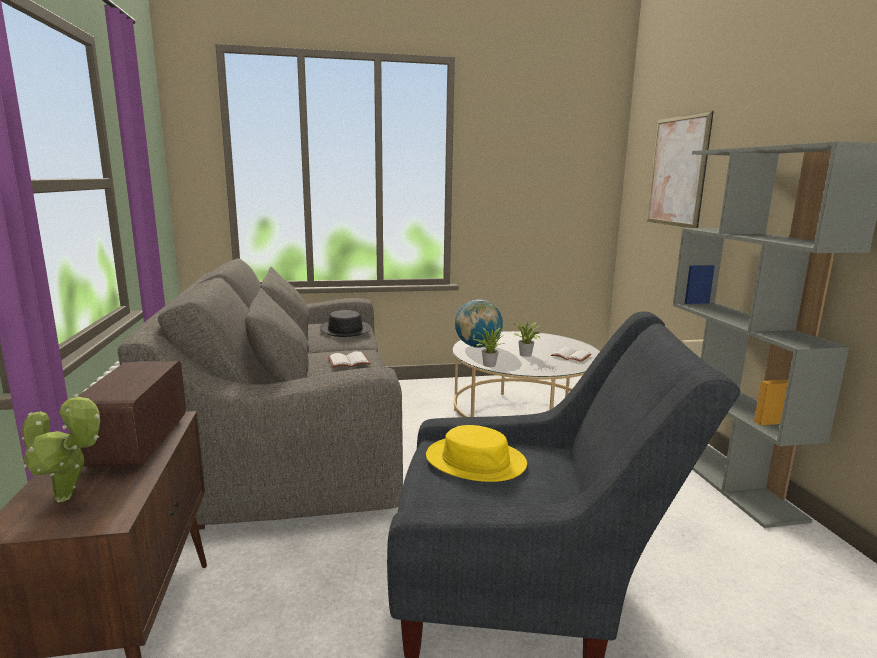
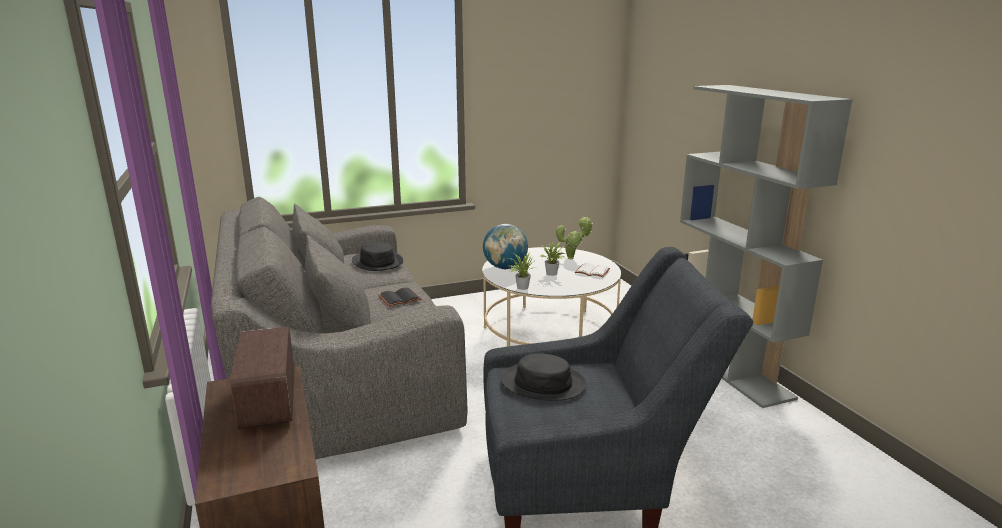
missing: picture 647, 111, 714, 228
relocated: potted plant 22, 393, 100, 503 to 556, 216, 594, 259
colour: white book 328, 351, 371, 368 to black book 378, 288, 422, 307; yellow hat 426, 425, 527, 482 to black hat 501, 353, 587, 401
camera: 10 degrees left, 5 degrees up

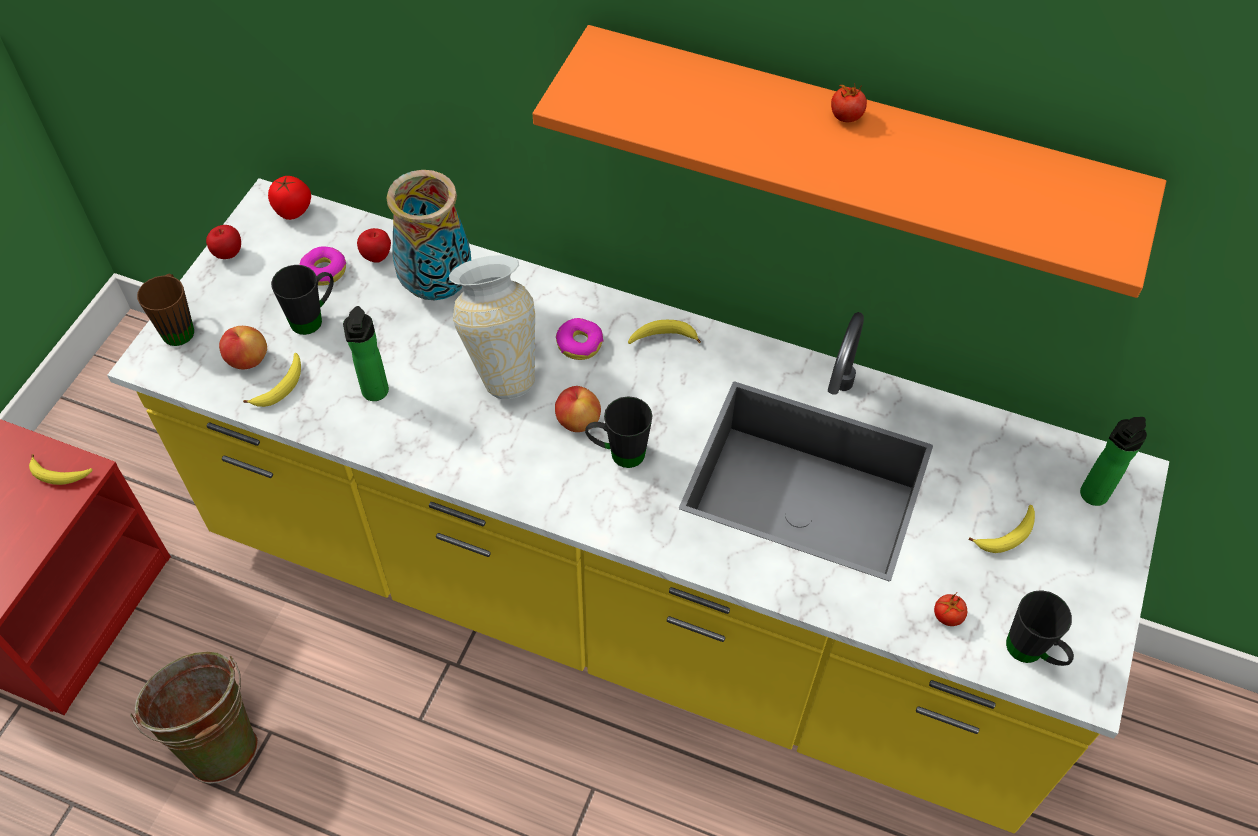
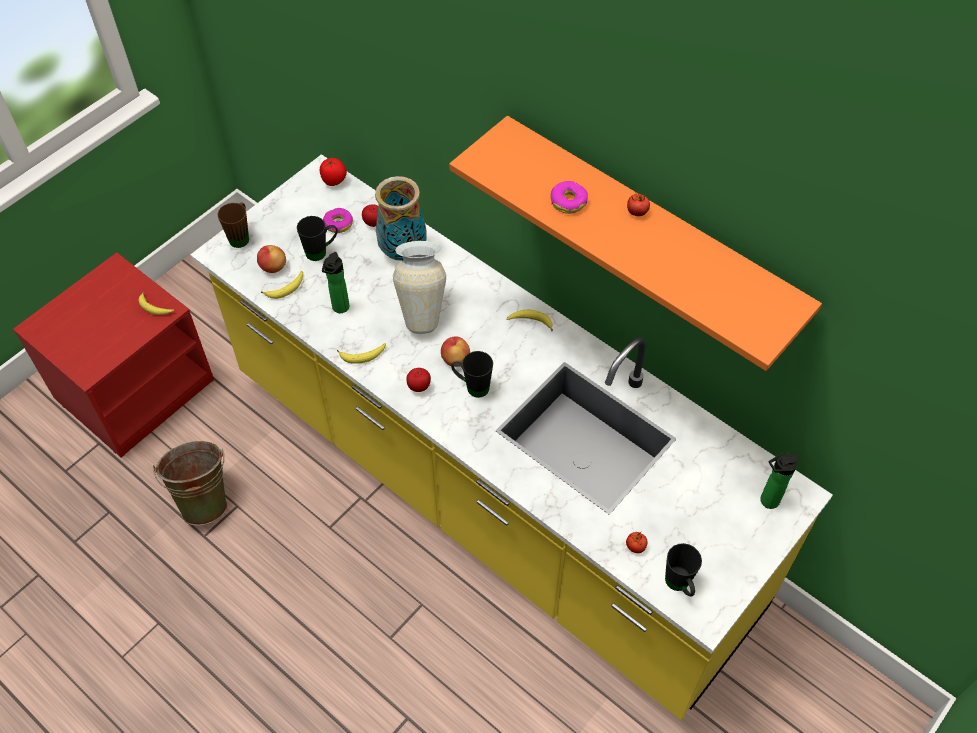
relocated: apple 206, 225, 241, 259 to 406, 368, 431, 392; donut 556, 318, 603, 360 to 550, 181, 588, 214; banana 969, 505, 1035, 553 to 337, 343, 386, 364
camera: 20 degrees right, 0 degrees up

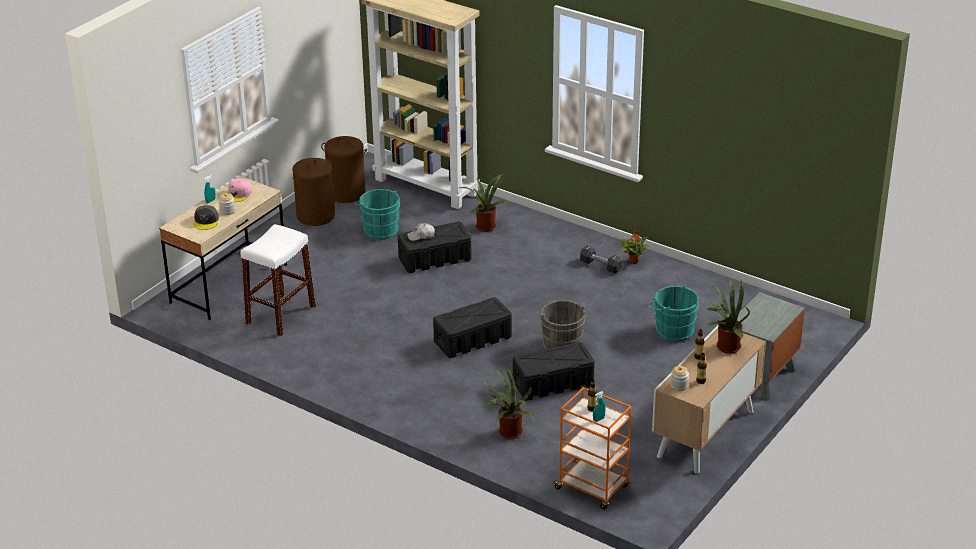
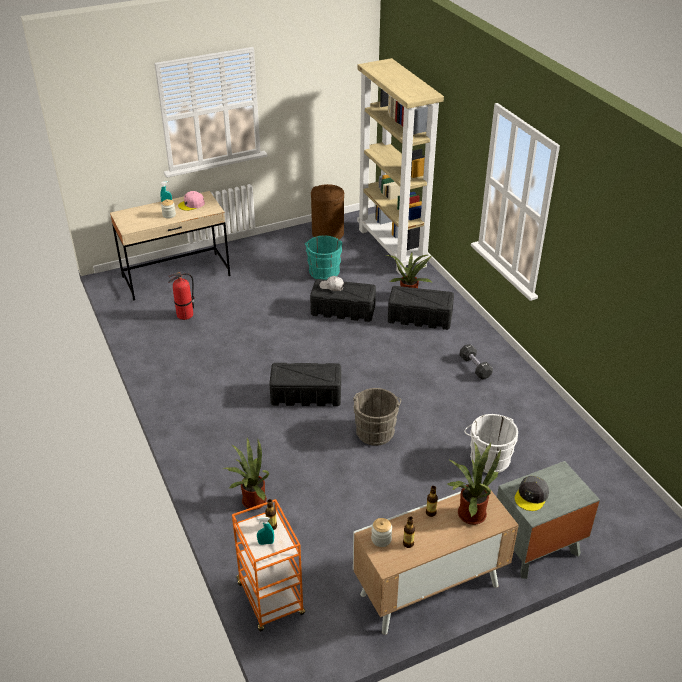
missing: brown laundry basket 292, 158, 335, 226; potted plant 621, 230, 649, 263
relocated: grey cap 194, 205, 219, 230 to 515, 476, 549, 511; black storage box 513, 342, 595, 401 to 388, 286, 454, 330
exchanged: white stool 240, 224, 316, 336 to fire extinguisher 168, 272, 195, 320
colour: turquoise bucket 649, 285, 699, 342 to white bucket 464, 414, 518, 473
camera: 30 degrees right, 5 degrees up

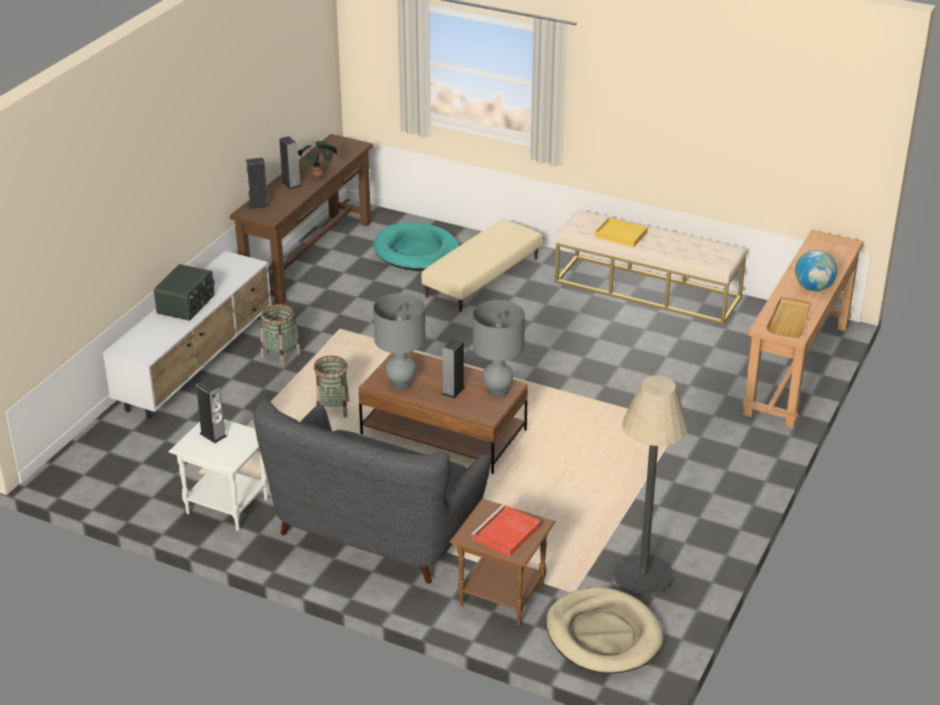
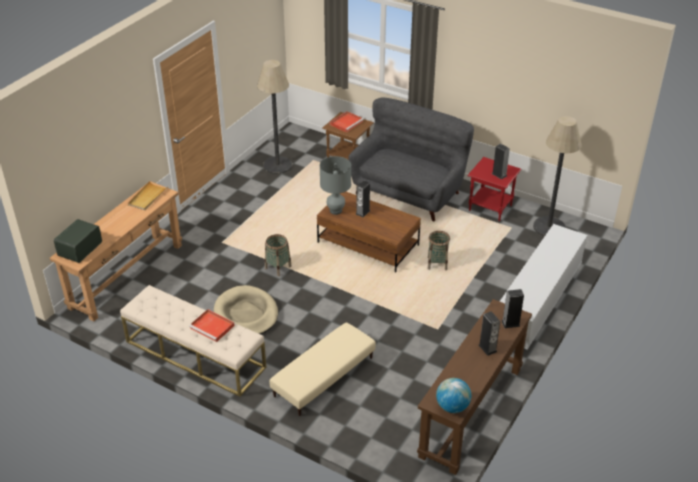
missing: potted plant 298, 141, 337, 179; grey table lamp 373, 293, 426, 390; turquoise dog bed 374, 223, 460, 271
appeared: floor lamp 533, 116, 582, 236
relocated: radio 154, 264, 215, 321 to 54, 219, 102, 263; basket 261, 304, 301, 366 to 265, 234, 292, 276; beige dog bed 546, 587, 663, 674 to 214, 285, 278, 334; globe 795, 250, 837, 291 to 436, 378, 471, 413
colour: white side table 169, 419, 268, 531 to red side table 467, 157, 522, 221; yellow tray 595, 217, 648, 247 to red tray 189, 309, 235, 342
camera: 175 degrees left, 5 degrees up

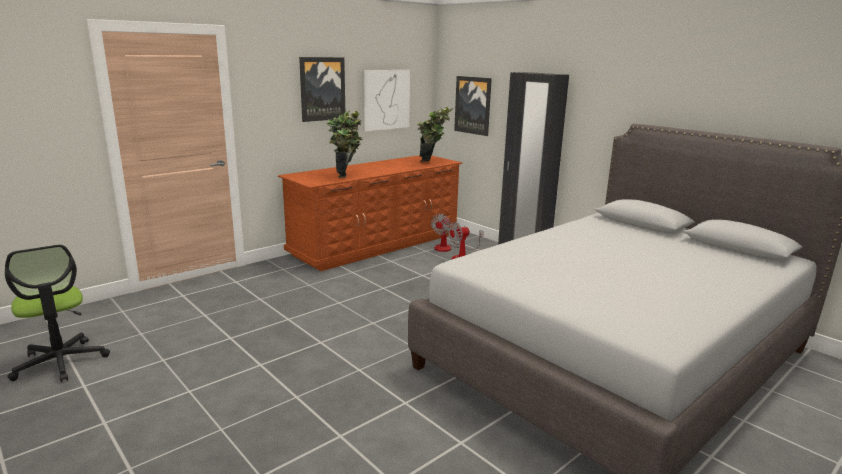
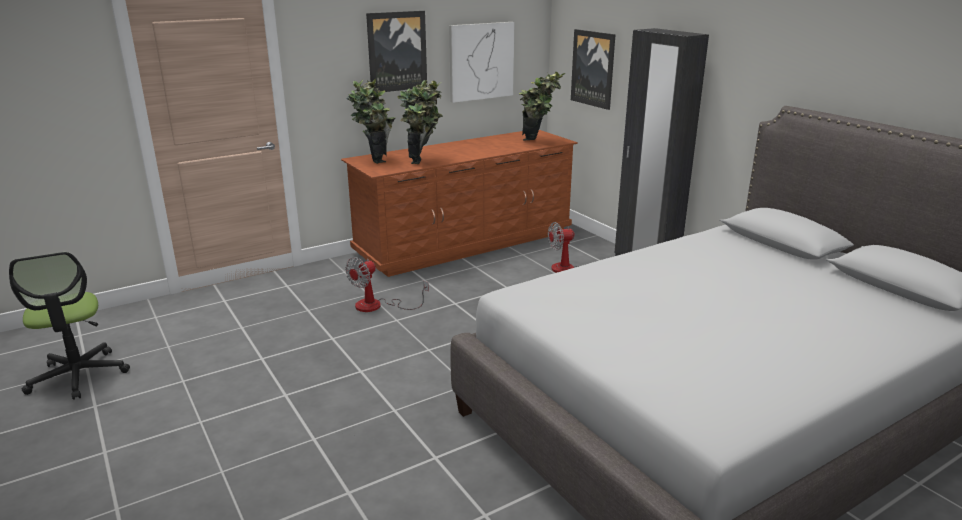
appeared: potted plant 346, 79, 395, 164
relocated: fan 431, 214, 484, 252 to 345, 257, 429, 312
camera: 10 degrees right, 5 degrees up

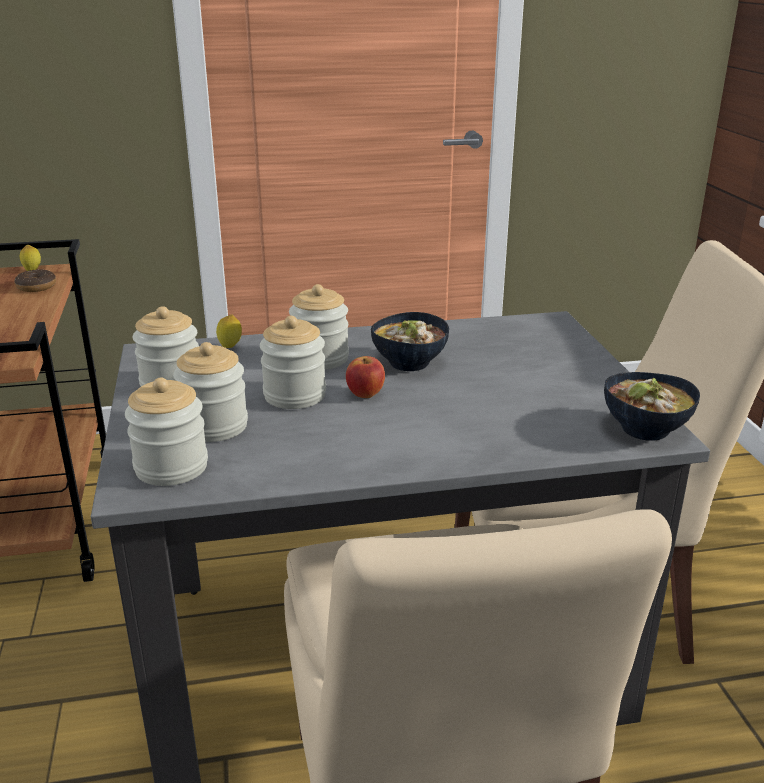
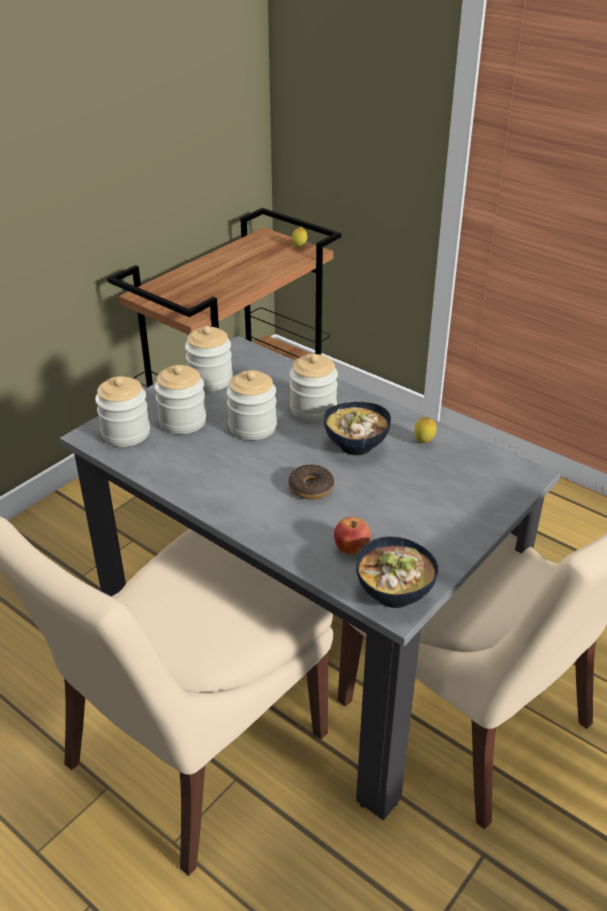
relocated: donut 14, 269, 56, 292 to 288, 465, 334, 500; lemon 216, 314, 242, 348 to 414, 417, 437, 443; apple 346, 356, 385, 398 to 334, 517, 371, 555
camera: 50 degrees right, 10 degrees up

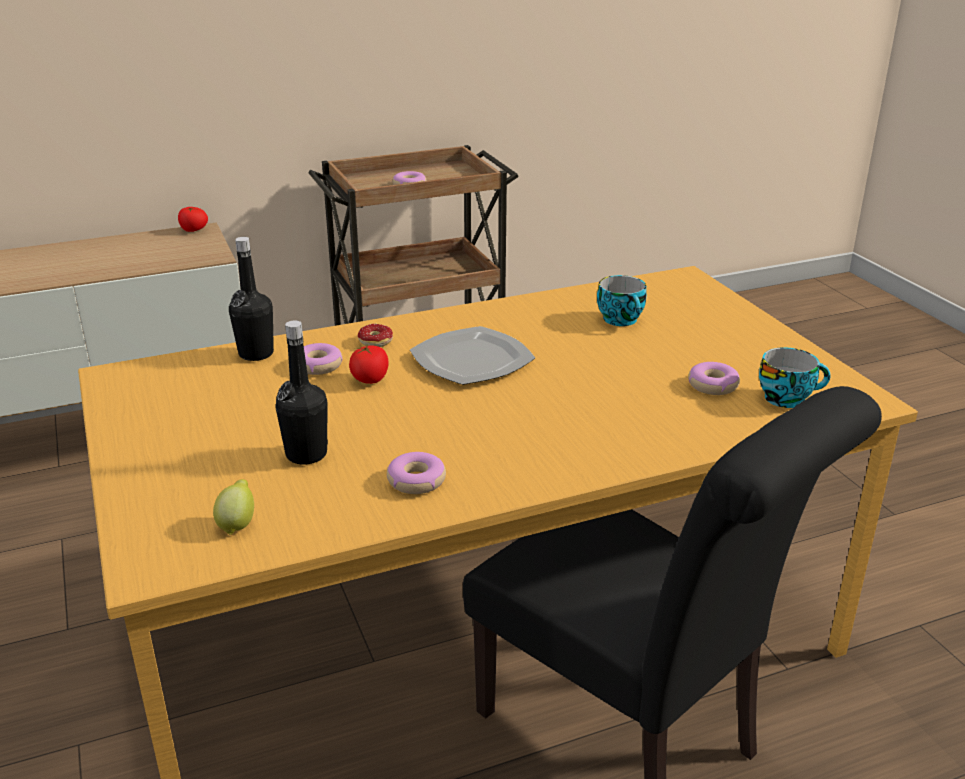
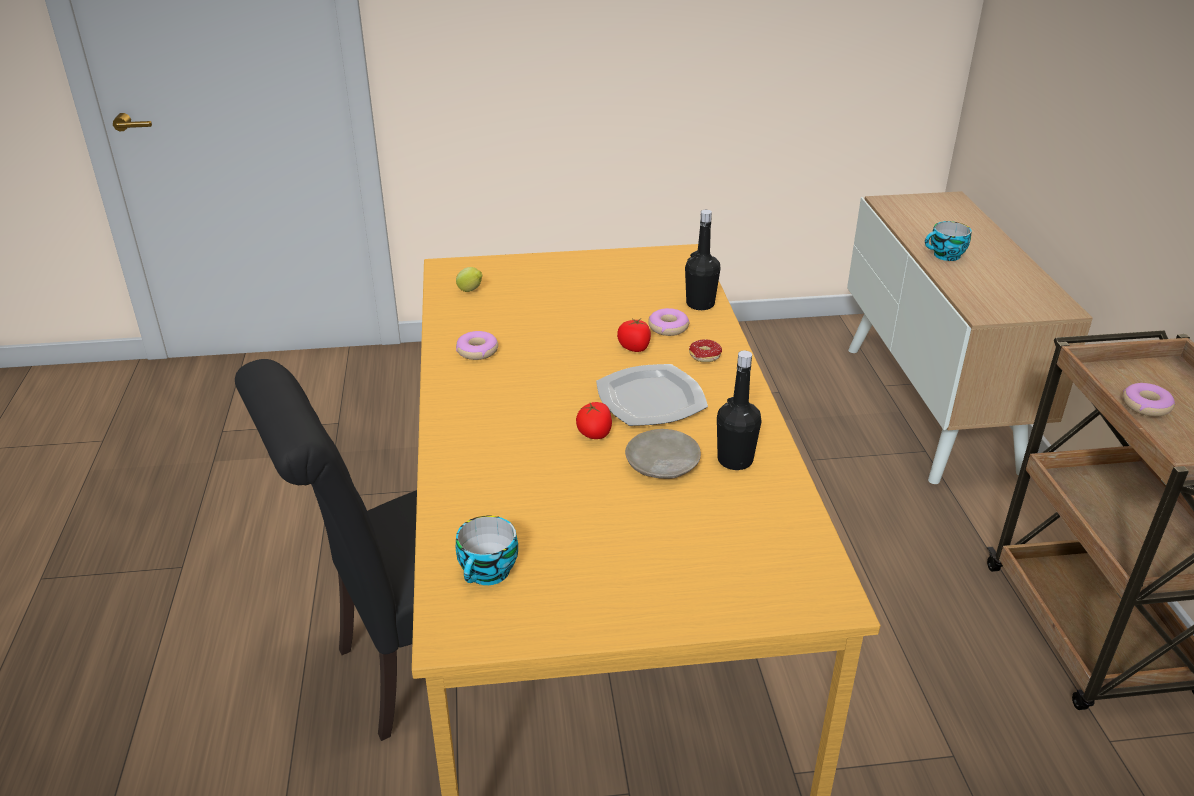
missing: donut 688, 362, 740, 395
appeared: beige plate 625, 429, 701, 479
relocated: tomato 178, 207, 208, 232 to 576, 402, 612, 439; black bottle 275, 320, 328, 465 to 717, 351, 762, 470; cup 597, 275, 647, 326 to 925, 221, 972, 261
camera: 105 degrees right, 5 degrees up

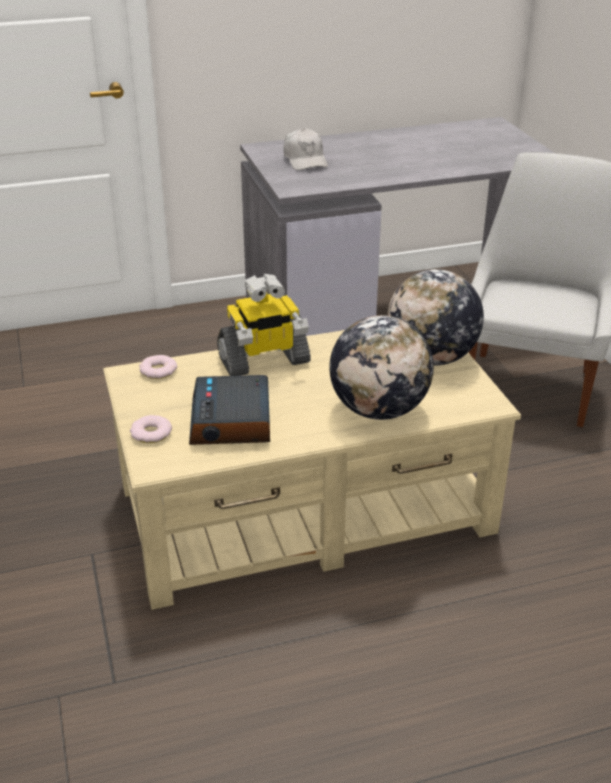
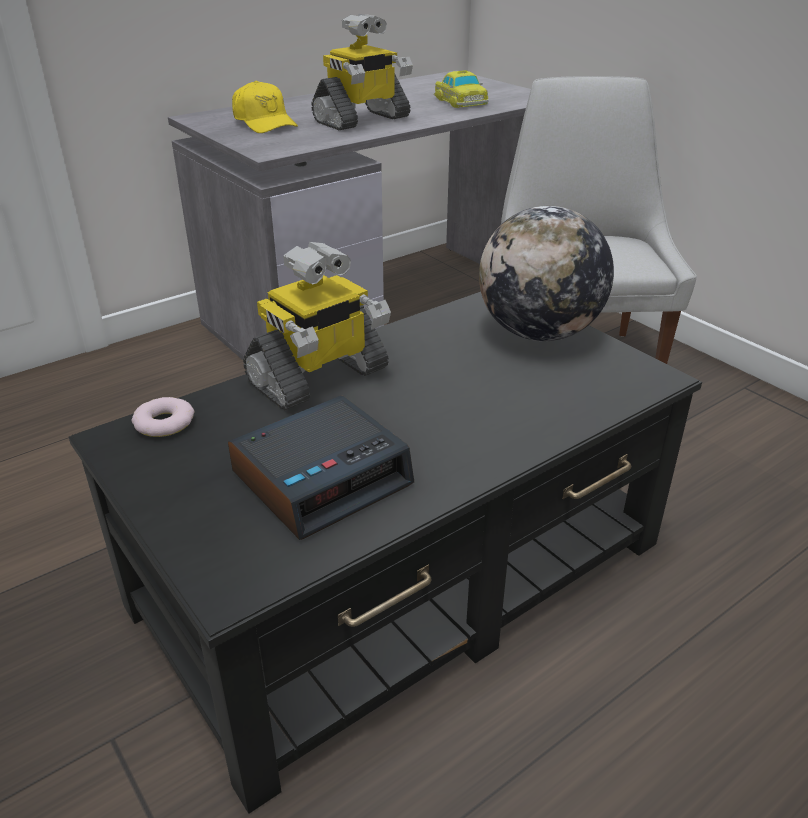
missing: donut 130, 415, 172, 443; globe 329, 315, 434, 420
appeared: toy robot 311, 14, 413, 130; toy car 434, 70, 489, 108
colour: beige coffee table 103, 330, 521, 610 to black coffee table 69, 292, 702, 814; white cap 284, 128, 328, 170 to yellow cap 232, 81, 298, 133
spun: alarm clock 189, 375, 270, 445 = 228, 395, 414, 540 105 degrees counterclockwise
camera: 20 degrees left, 0 degrees up

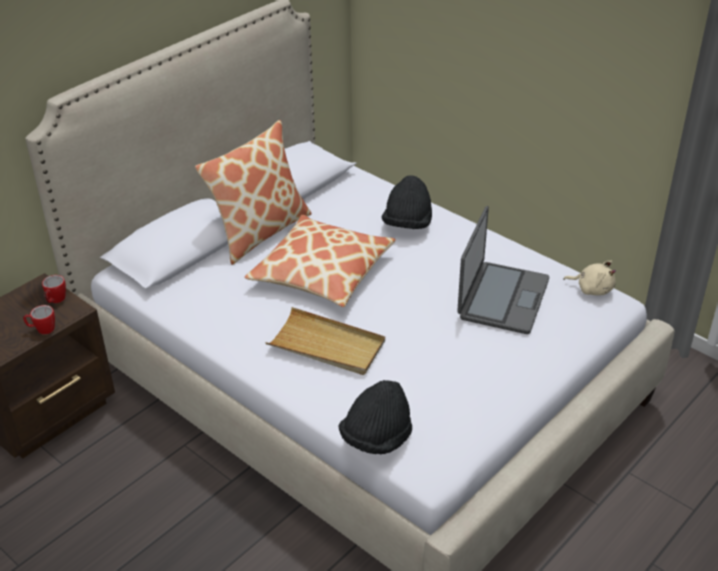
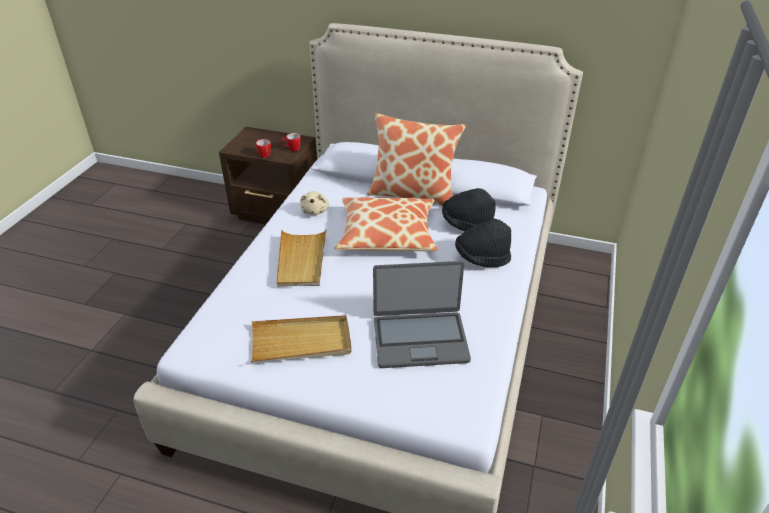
appeared: beige tray 251, 315, 352, 362
relocated: black hat 338, 380, 412, 454 to 442, 188, 496, 232; beige plush toy 563, 261, 616, 296 to 300, 191, 329, 215
camera: 65 degrees right, 0 degrees up

